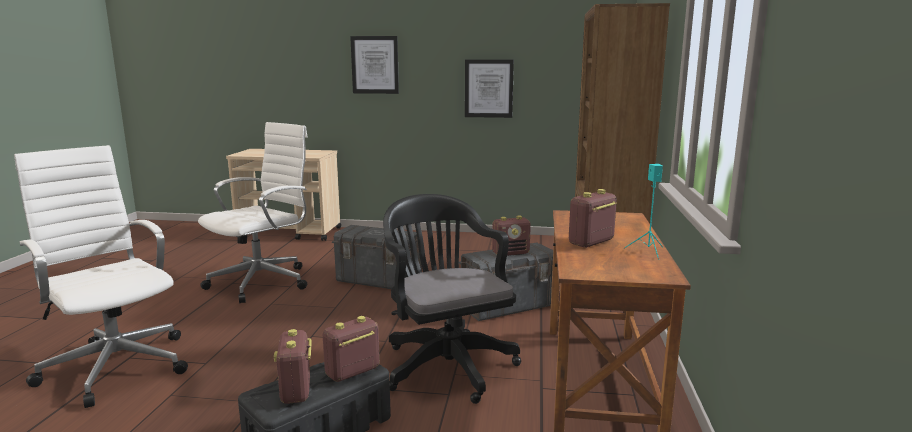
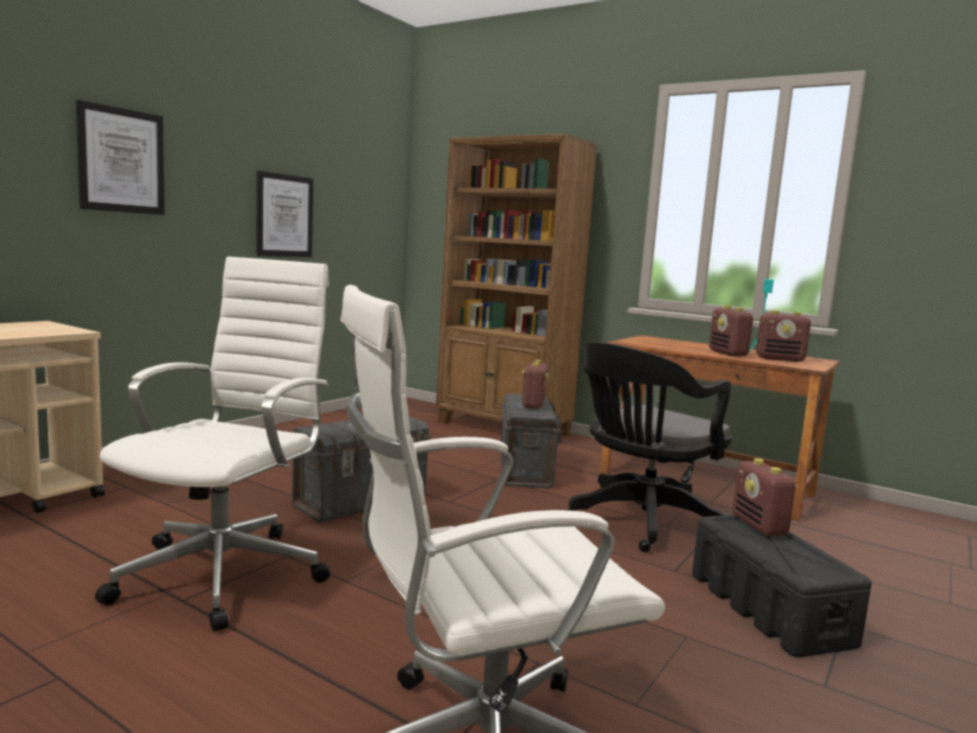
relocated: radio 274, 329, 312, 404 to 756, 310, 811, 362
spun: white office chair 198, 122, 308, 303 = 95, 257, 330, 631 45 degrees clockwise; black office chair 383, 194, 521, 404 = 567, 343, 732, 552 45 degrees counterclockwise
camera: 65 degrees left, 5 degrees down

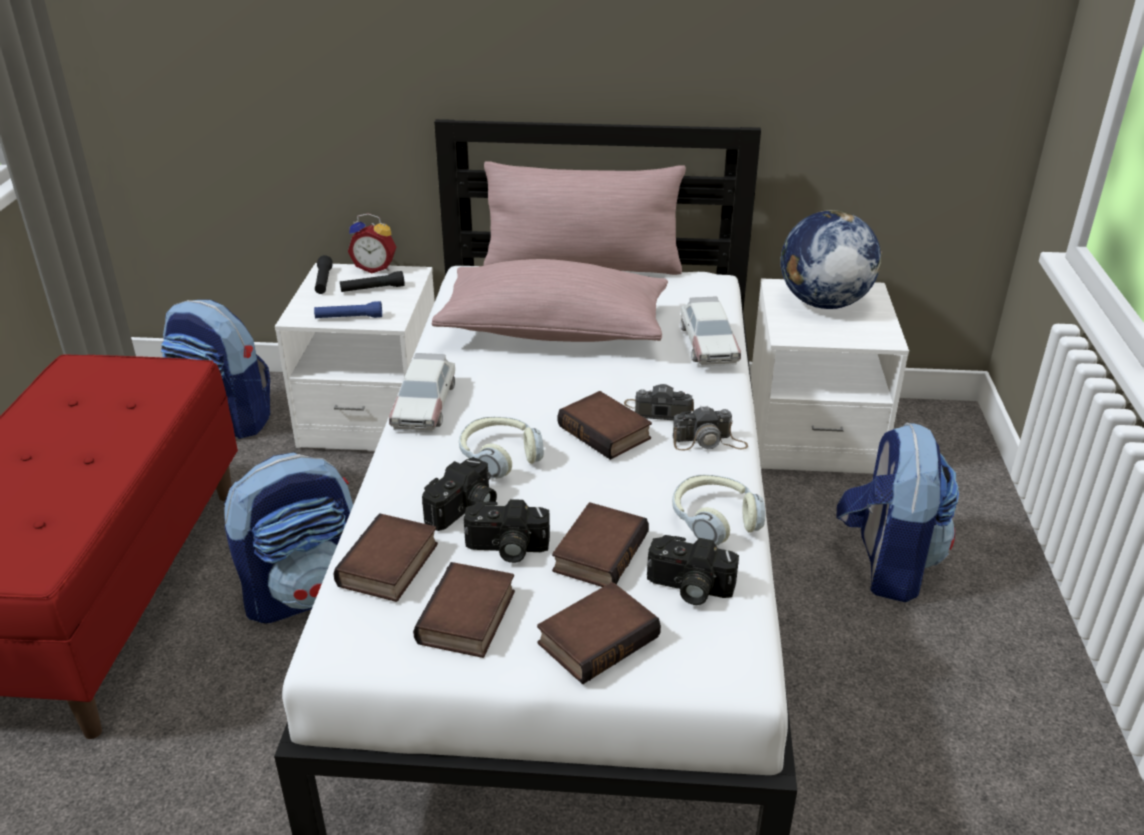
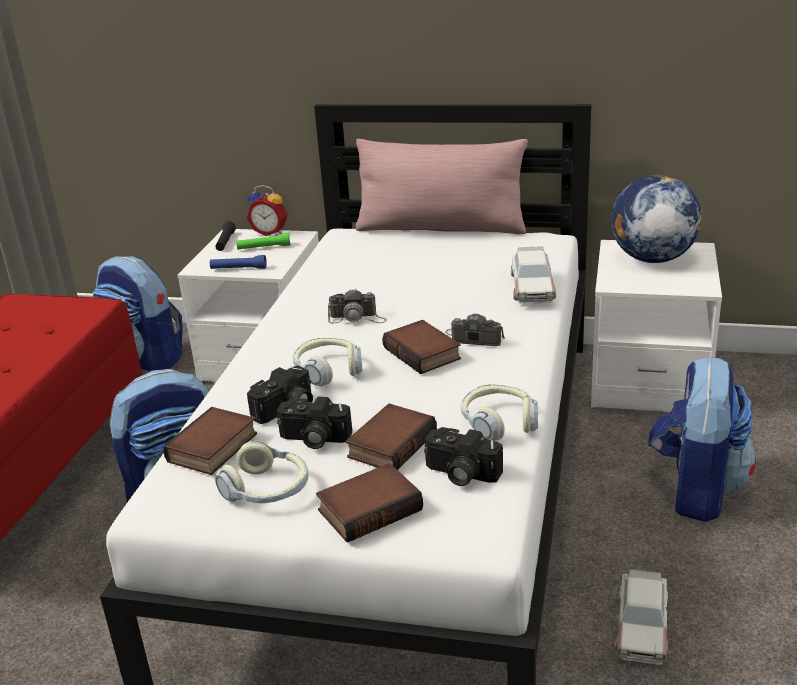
missing: pink pillow 431, 259, 668, 342
relocated: toy car 389, 353, 455, 432 to 614, 570, 668, 665; photo camera 673, 405, 748, 451 to 328, 289, 387, 323
exchanged: book 413, 562, 515, 658 to headphones 215, 441, 308, 503
colour: black flashlight 340, 271, 405, 292 to green flashlight 236, 233, 290, 250
camera: 10 degrees right, 5 degrees down

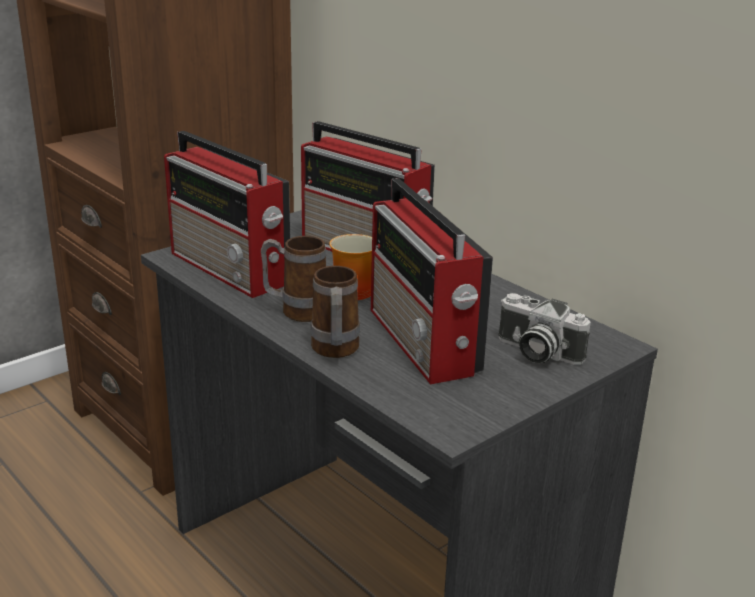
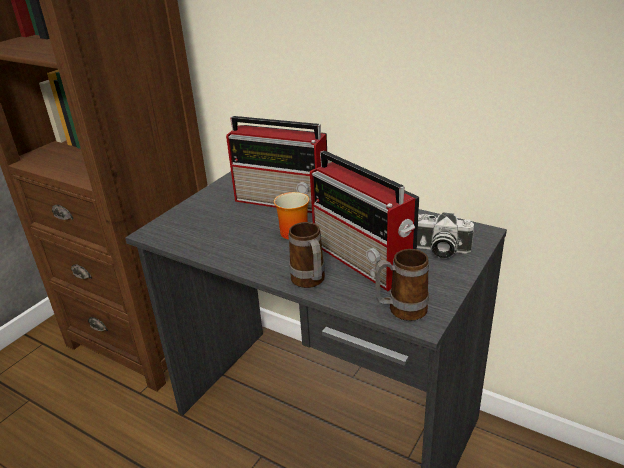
missing: radio 164, 131, 290, 298
relocated: mug 261, 236, 326, 322 to 375, 249, 429, 321
camera: 15 degrees left, 5 degrees up

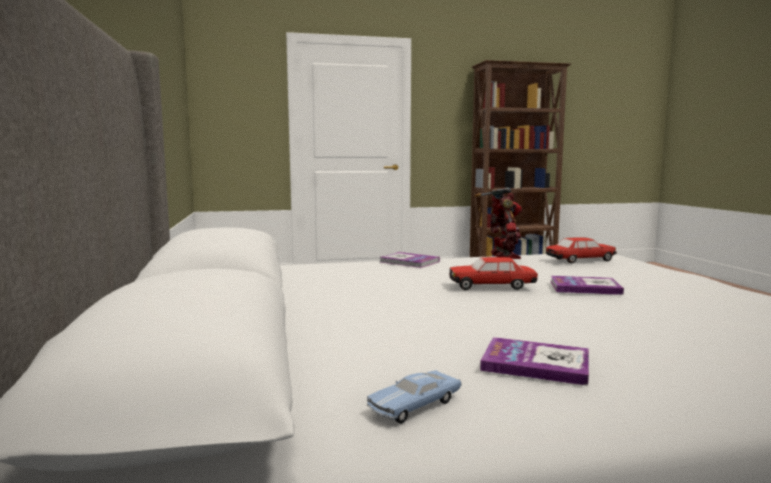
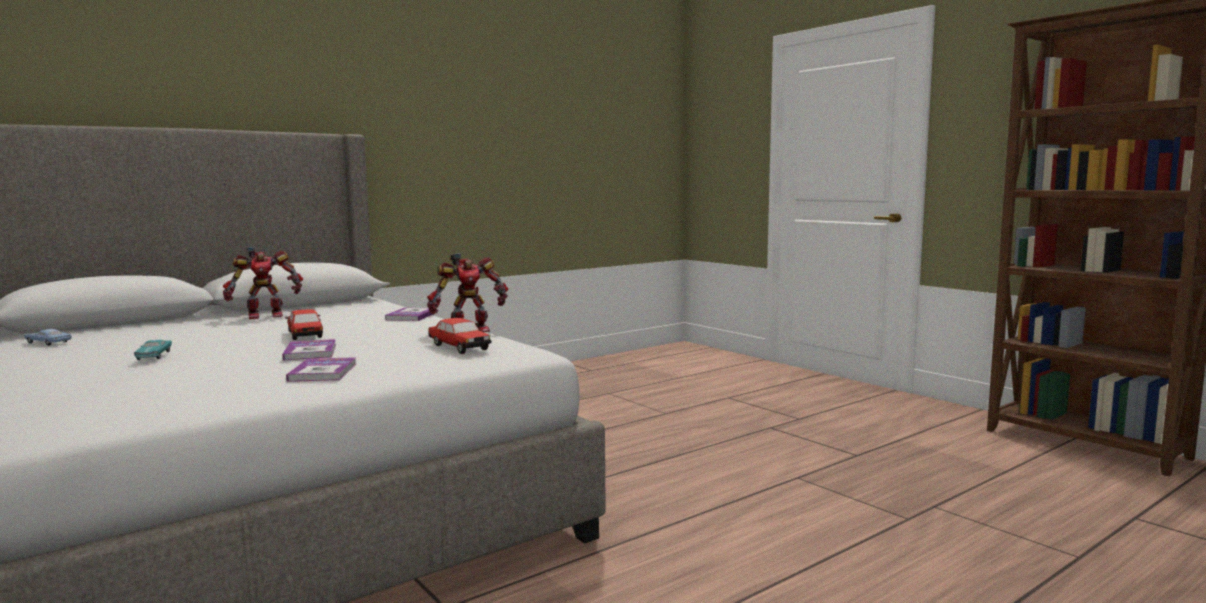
appeared: turquoise toy car 134, 340, 172, 360; toy robot 223, 247, 303, 319
relocated: book 480, 337, 589, 386 to 286, 357, 356, 382
camera: 65 degrees right, 0 degrees up

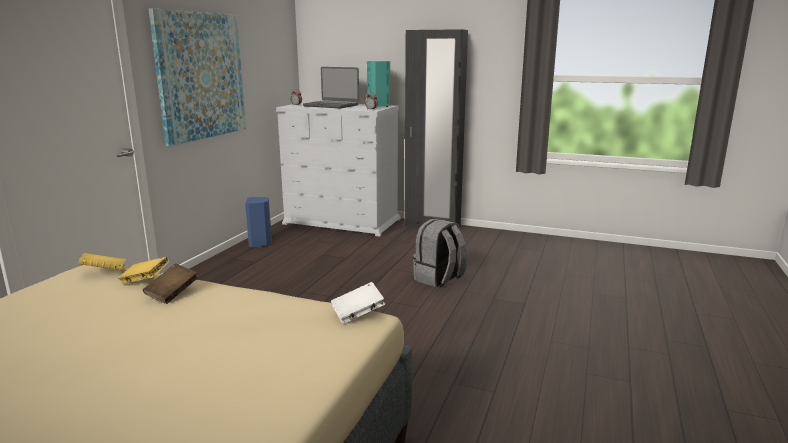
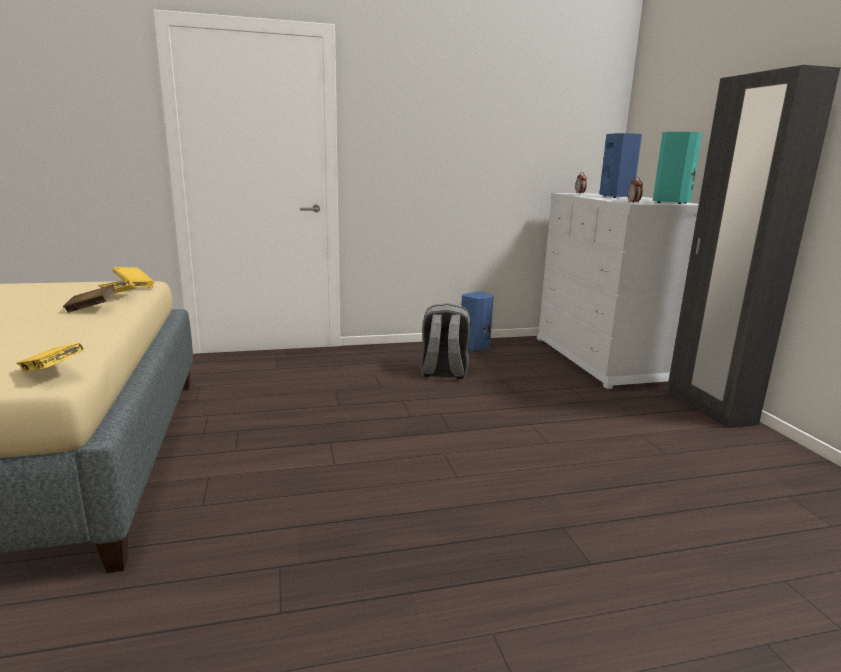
missing: picture 148, 8, 246, 146
relocated: grey backpack 413, 218, 467, 287 to 421, 303, 470, 380
exchanged: laptop 303, 67, 359, 108 to blue speaker 599, 133, 642, 198
colour: white book 331, 282, 385, 324 to yellow book 16, 343, 84, 372
camera: 55 degrees right, 0 degrees up

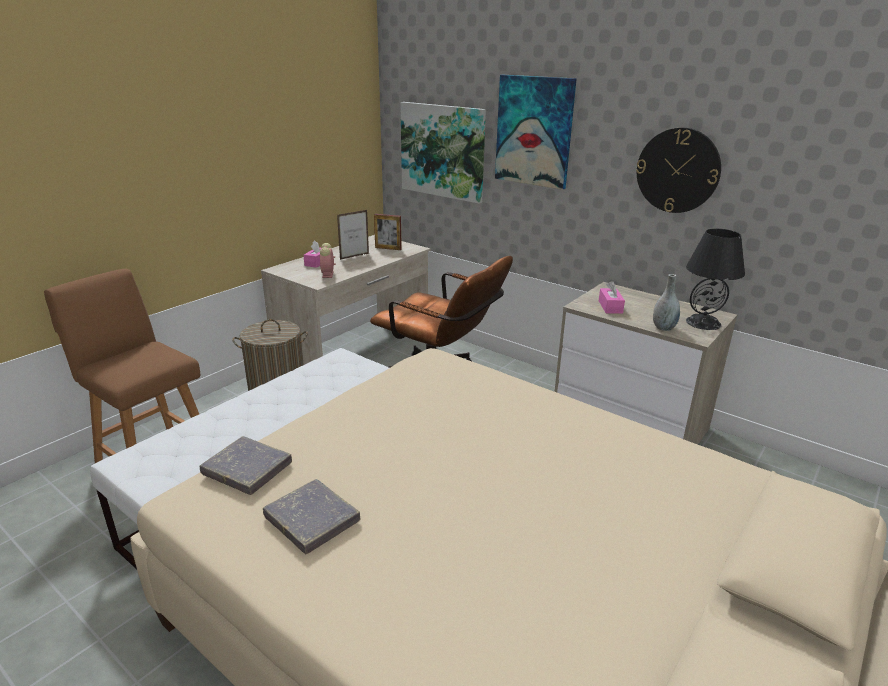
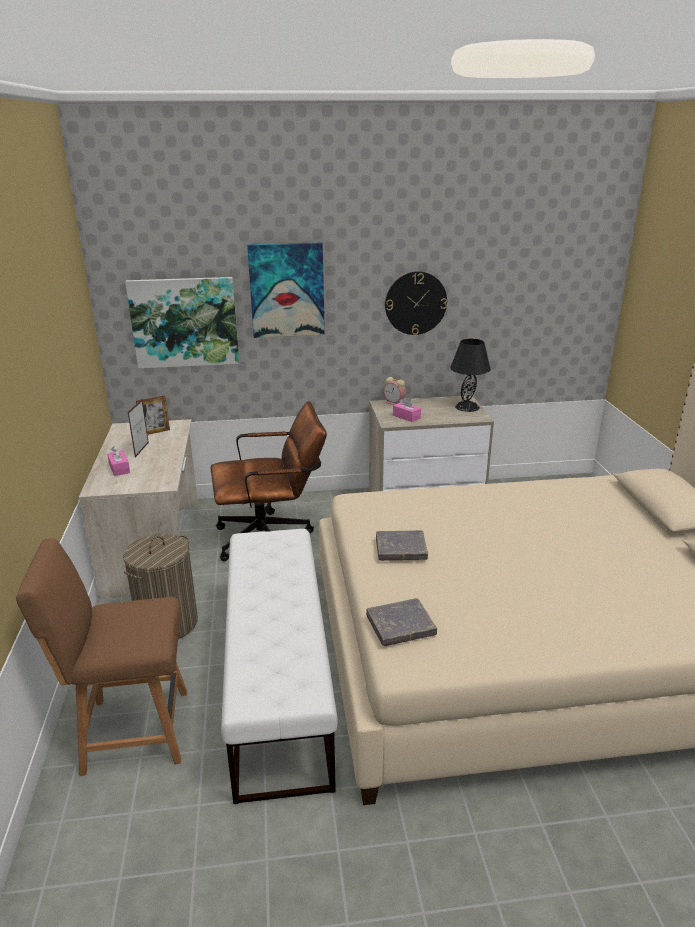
missing: grey vase 653, 274, 680, 331
relocated: grey book 263, 479, 360, 554 to 376, 530, 428, 561; alarm clock 320, 243, 336, 278 to 384, 377, 406, 405
camera: 45 degrees left, 0 degrees up

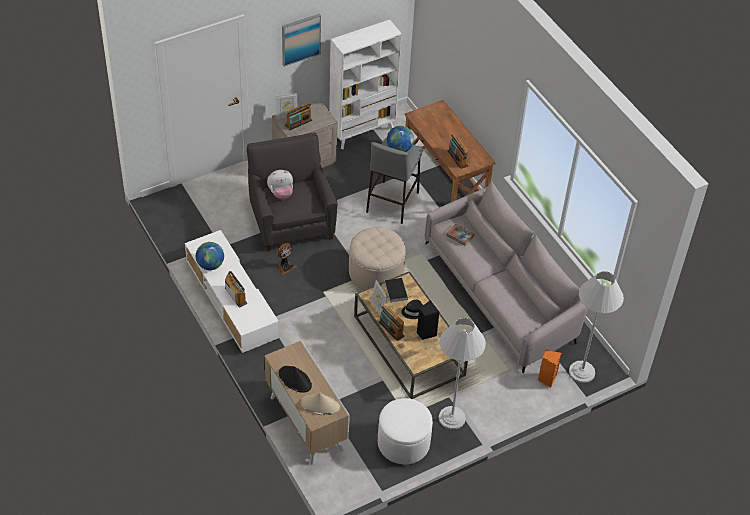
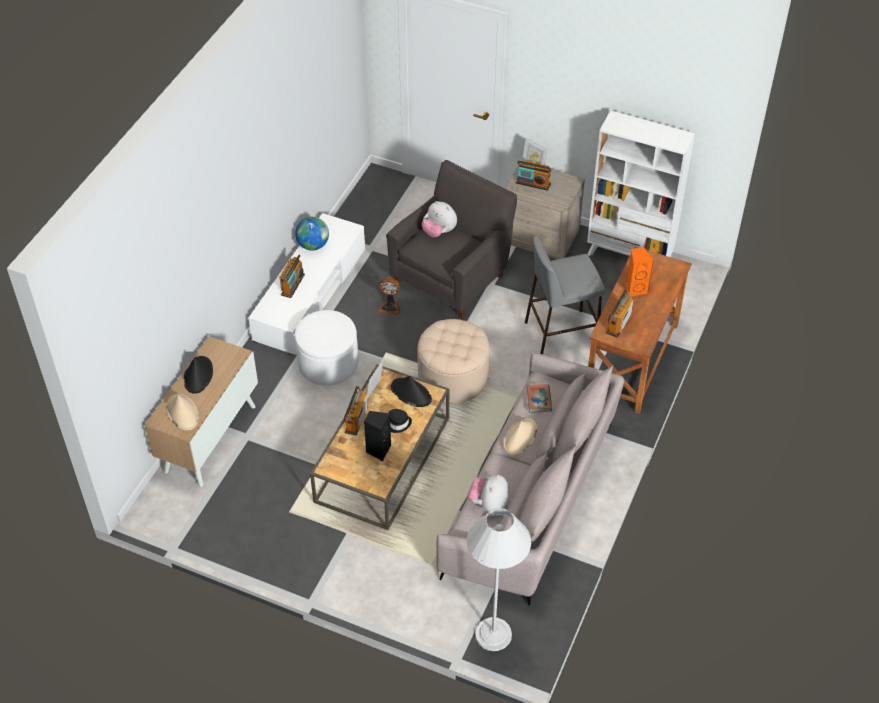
missing: picture 282, 14, 321, 67; globe 387, 126, 414, 152; white floor lamp 439, 318, 486, 430
appeared: plush toy 467, 475, 508, 512; beige hat 504, 418, 537, 456
relocated: white ottoman 378, 398, 433, 464 to 295, 310, 358, 386; orange speaker 538, 350, 562, 388 to 626, 247, 654, 296
exchanged: book 385, 277, 408, 303 to black hat 391, 376, 432, 407
camera: 55 degrees right, 0 degrees up

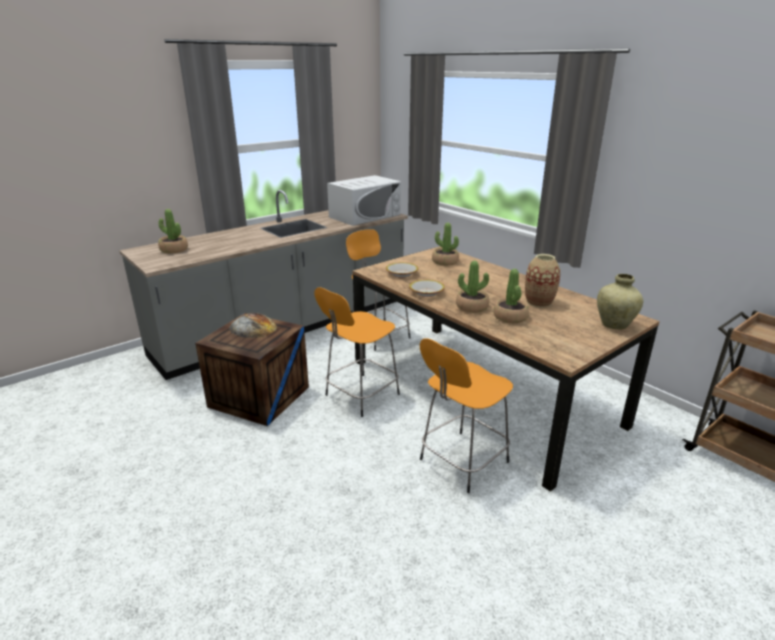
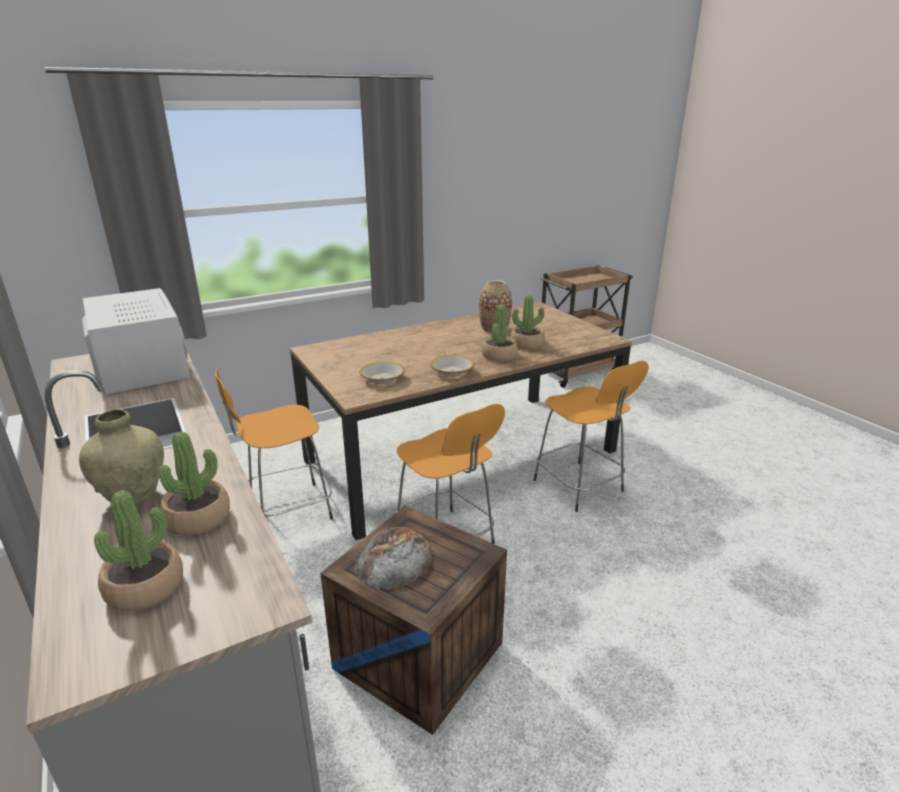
relocated: potted plant 432, 223, 459, 266 to 159, 432, 230, 535; beige vase 597, 274, 643, 330 to 79, 409, 164, 505
camera: 80 degrees left, 0 degrees up

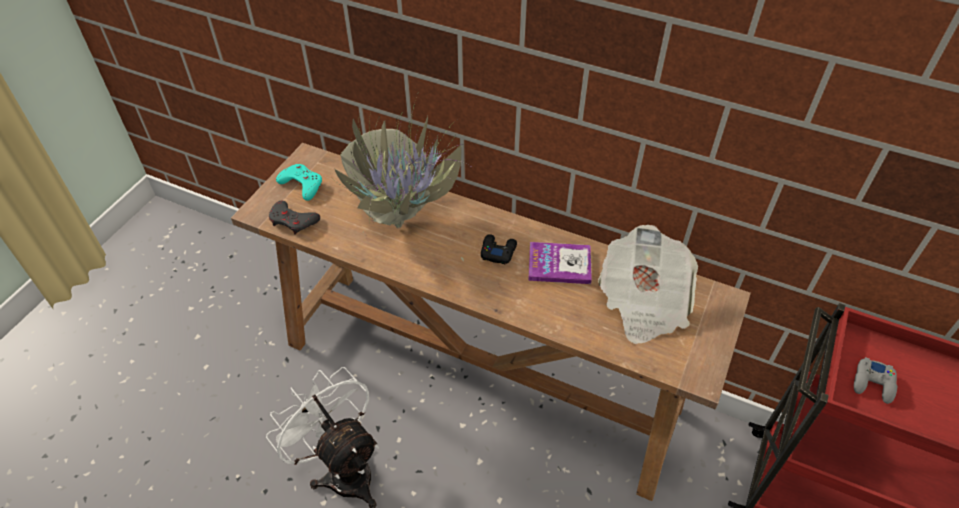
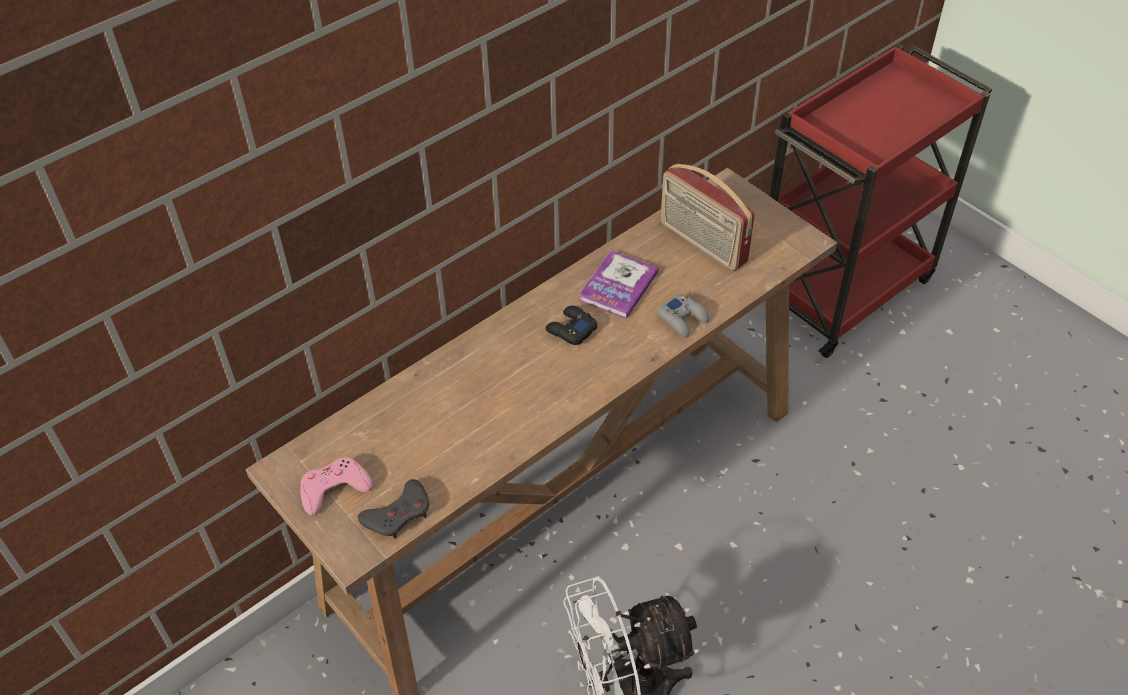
missing: potted plant 334, 99, 475, 261
relocated: grey game controller 854, 357, 897, 404 to 658, 293, 709, 337
exchanged: newspaper 598, 225, 698, 344 to radio 661, 164, 755, 271
colour: turquoise game controller 276, 164, 322, 201 to pink game controller 300, 457, 373, 515
camera: 65 degrees left, 0 degrees up

